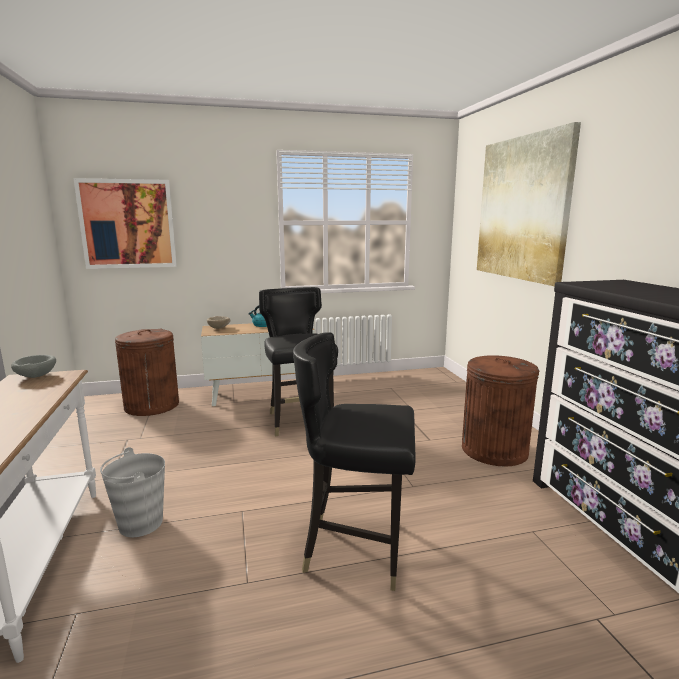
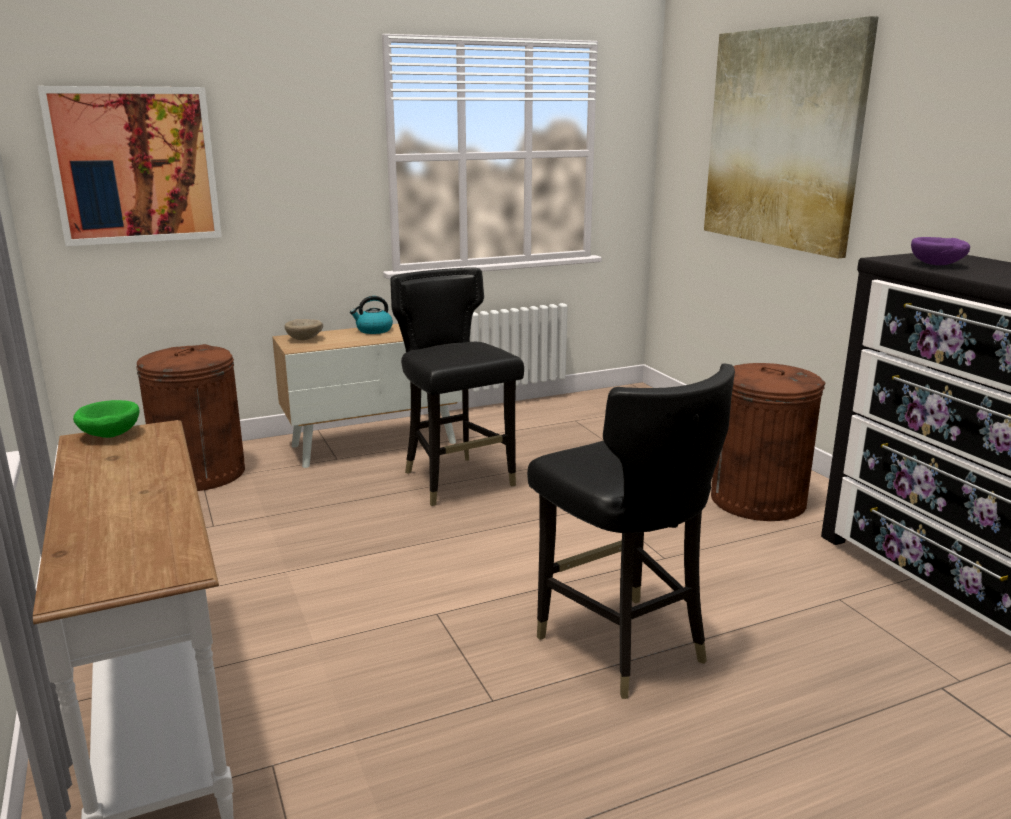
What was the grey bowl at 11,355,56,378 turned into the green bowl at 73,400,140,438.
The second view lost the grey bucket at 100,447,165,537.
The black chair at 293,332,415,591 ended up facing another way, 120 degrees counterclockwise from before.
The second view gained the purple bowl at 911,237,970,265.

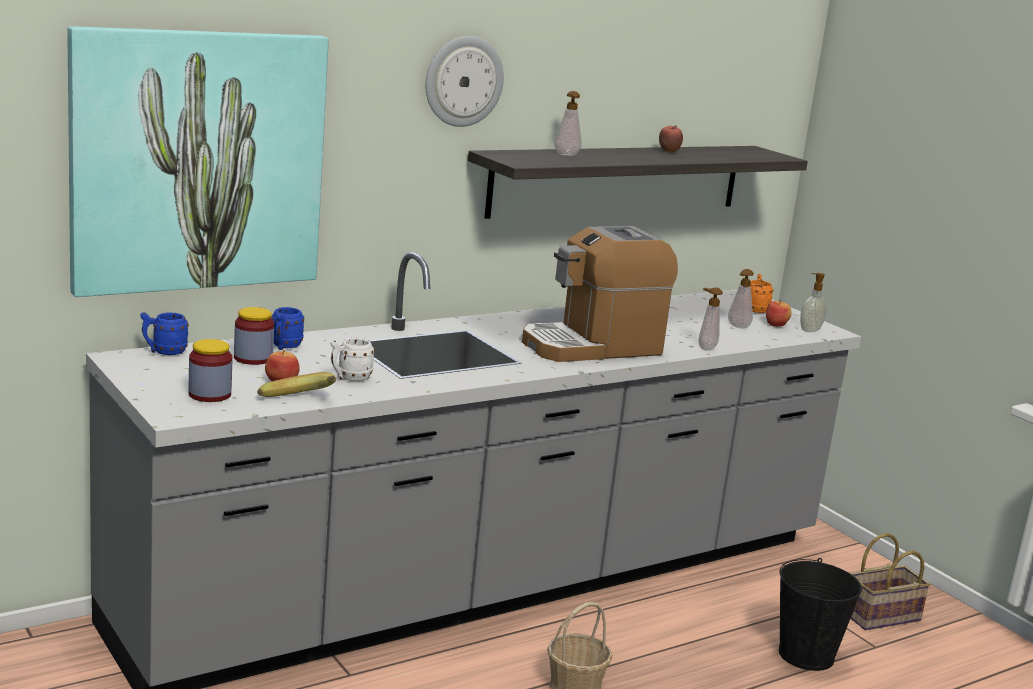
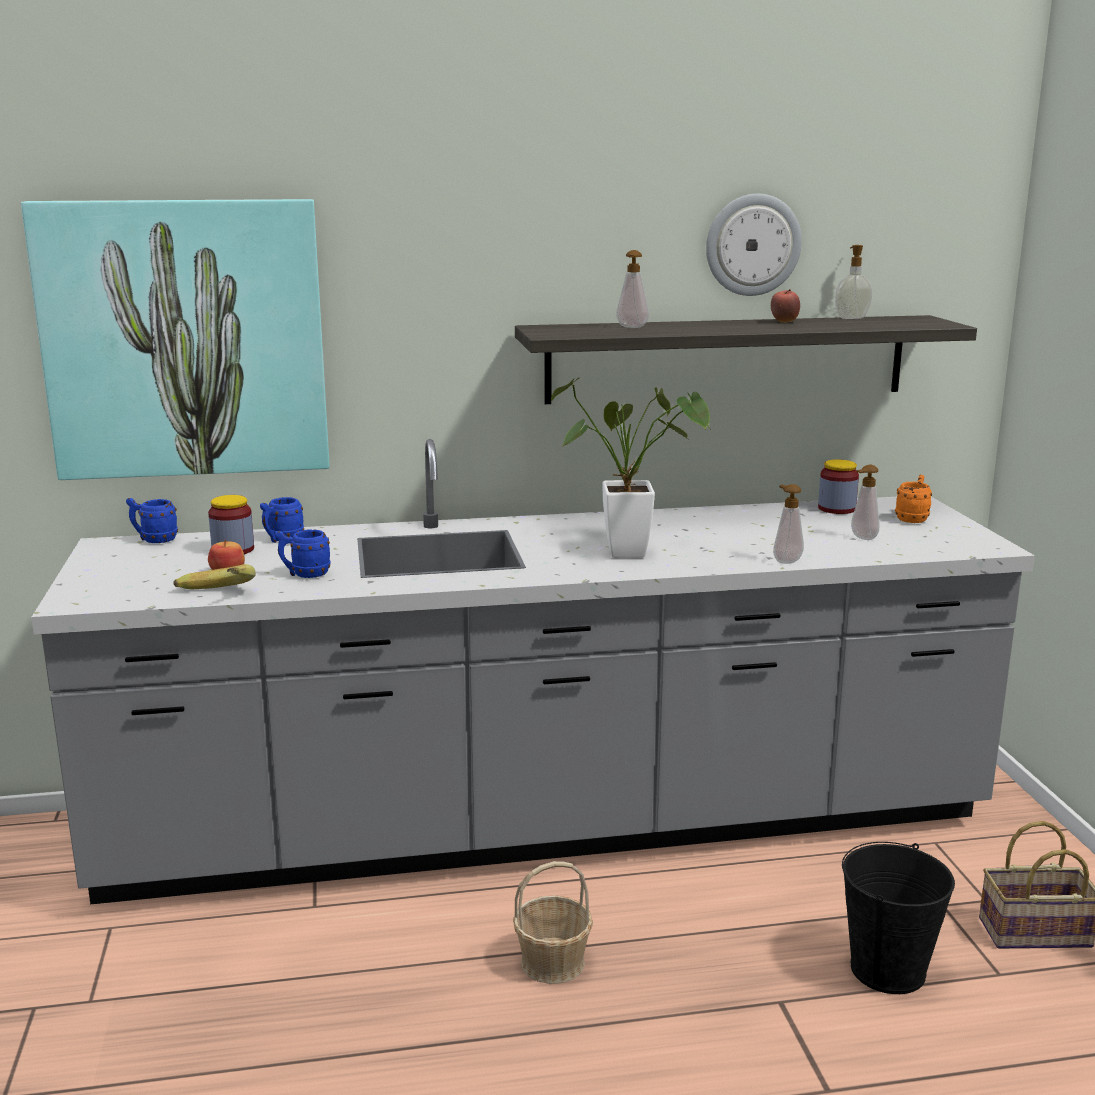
The jar ended up elsewhere, having gone from 188,339,232,402 to 818,459,859,514.
What was the white mug at 331,338,375,381 turned into the blue mug at 275,530,331,578.
The wall clock ended up elsewhere, having gone from 426,36,504,127 to 706,194,802,296.
Where the coffee machine stood at 522,226,678,362, the potted plant came to stand at 551,378,711,558.
The second view lost the apple at 766,300,792,327.
The soap dispenser ended up elsewhere, having gone from 800,273,827,332 to 835,245,872,319.

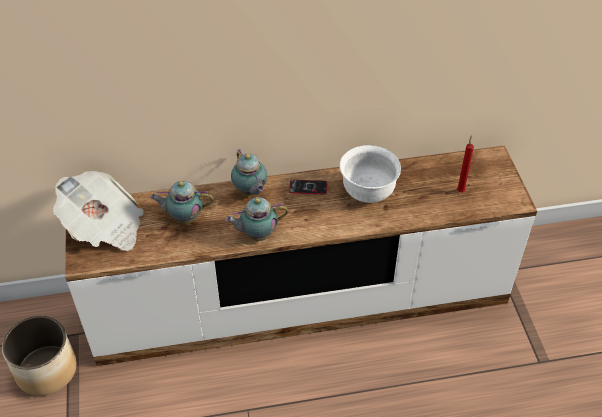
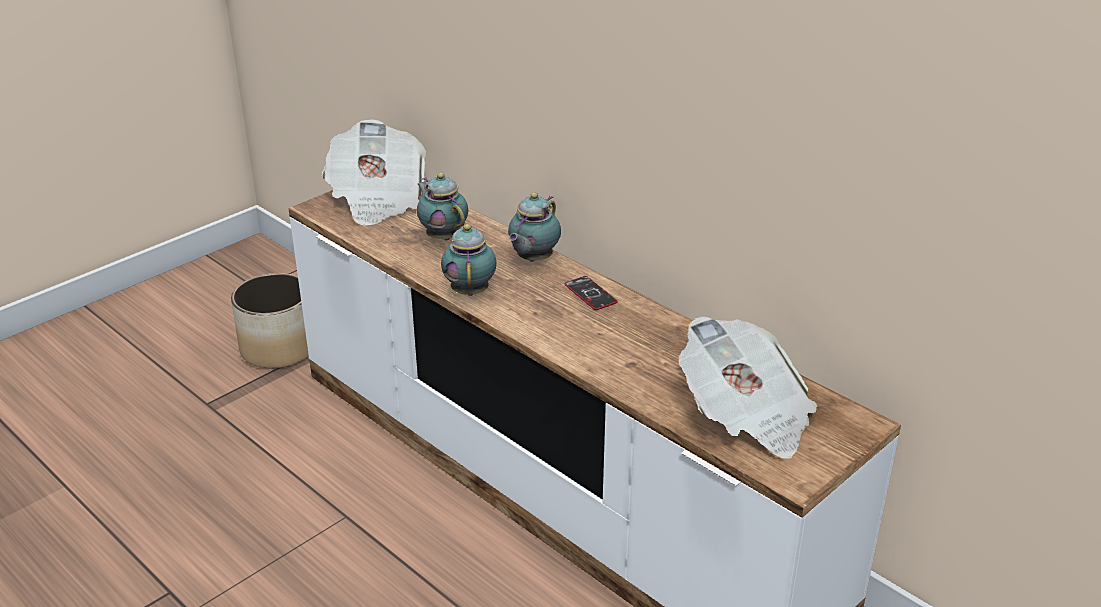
The teapot at 225,197,288,241 ended up facing another way, 45 degrees clockwise from before.
The second view lost the white bowl at 339,145,401,203.
Where the red candle stood at 457,135,474,193, the newspaper came to stand at 678,316,817,459.

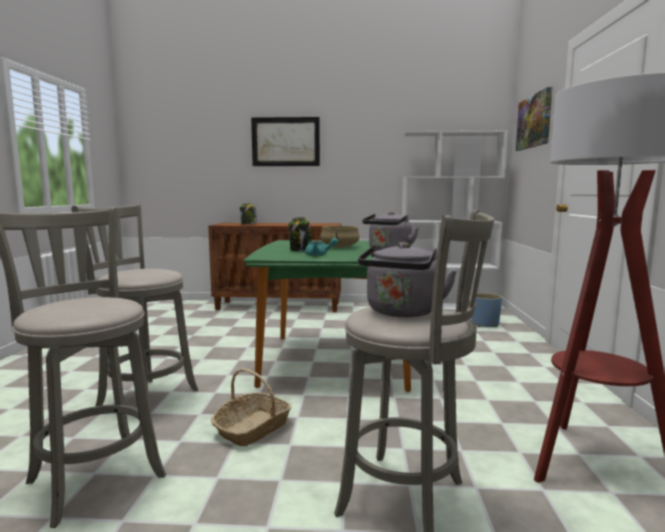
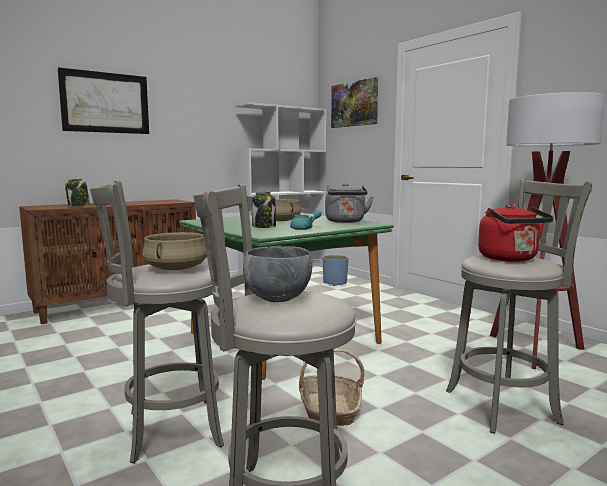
What was the grey kettle at 358,242,457,317 turned into the red kettle at 478,204,554,262.
The second view gained the beige cooking pot at 142,232,207,270.
The second view gained the grey bowl at 243,246,313,302.

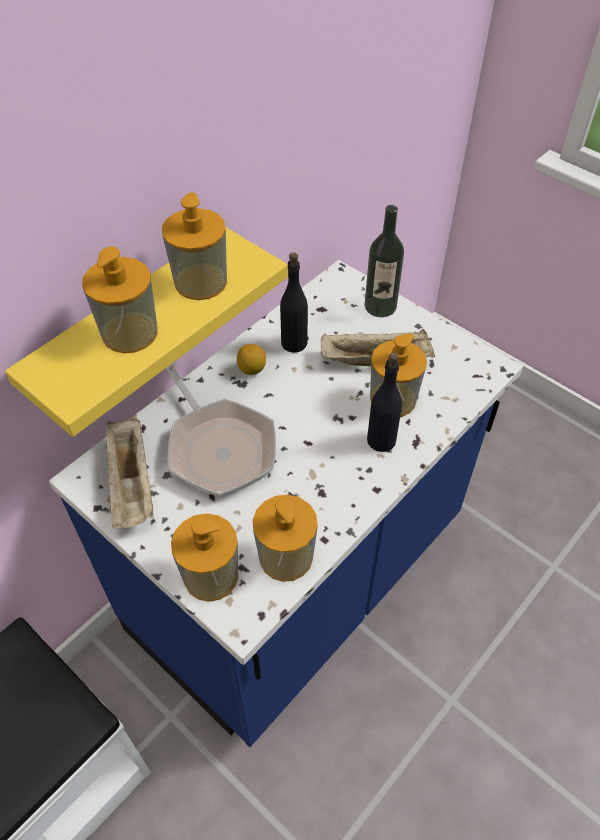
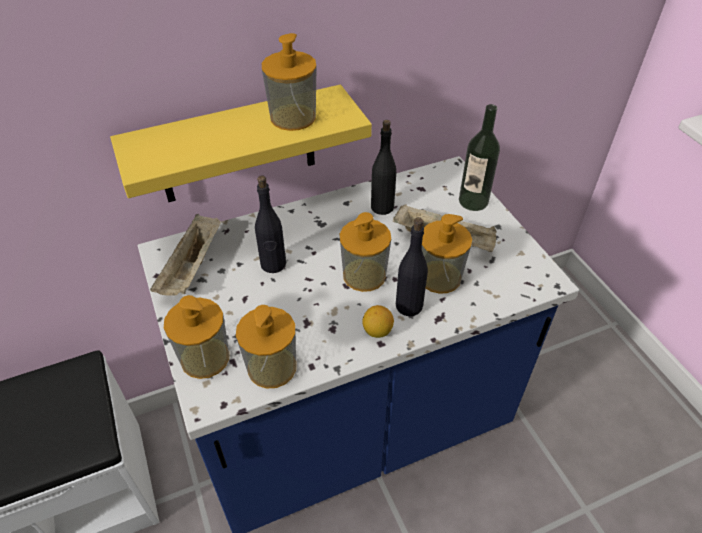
The soap dispenser ended up elsewhere, having gone from 82,246,158,353 to 340,212,391,292.
Where the frying pan stood at 166,365,276,498, the black bottle came to stand at 255,175,286,273.
The lemon ended up elsewhere, having gone from 237,344,266,375 to 362,305,394,338.

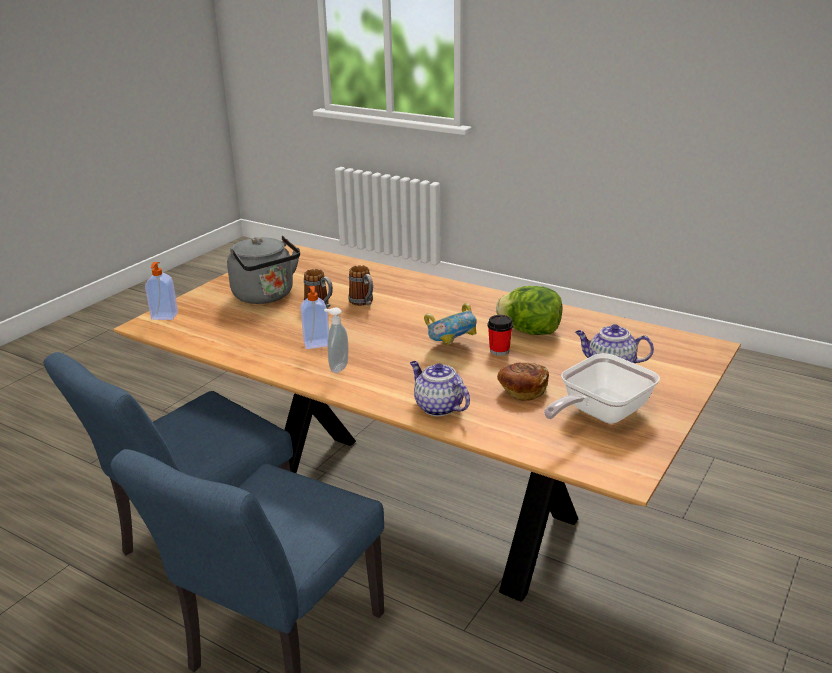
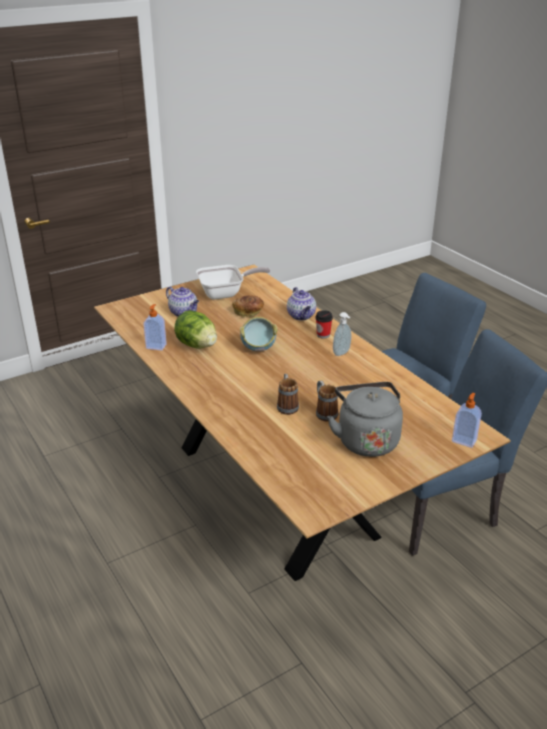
The soap dispenser ended up elsewhere, having gone from 300,286,329,349 to 143,304,167,351.
The cup ended up elsewhere, having gone from 488,315,513,356 to 315,310,333,339.

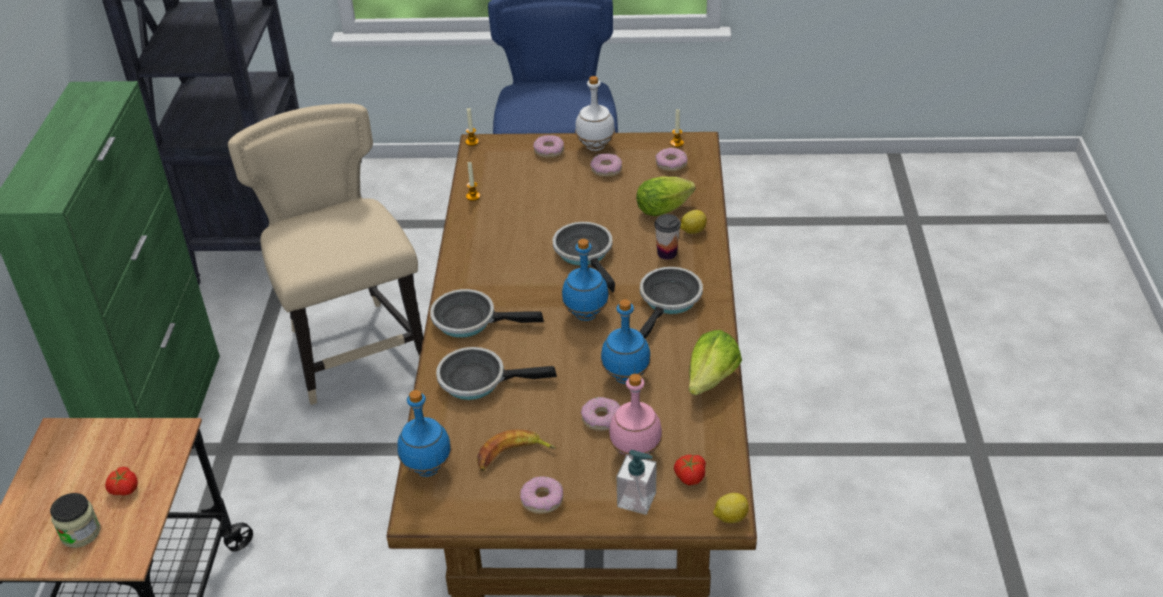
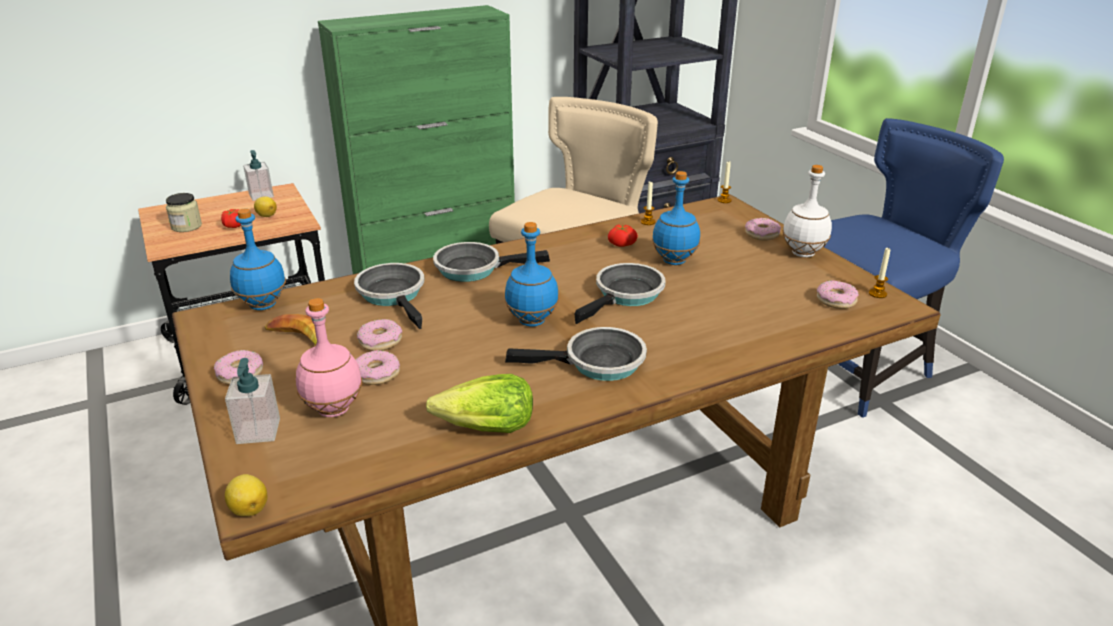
The frying pan at 430,289,544,338 ended up facing another way, 75 degrees counterclockwise from before.
The donut ended up elsewhere, having gone from 590,153,622,177 to 357,319,402,351.
The blue bottle ended up elsewhere, having gone from 601,299,651,384 to 652,171,700,265.
The second view lost the lettuce at 636,176,695,216.
The second view lost the cup at 654,214,681,260.
The tomato ended up elsewhere, having gone from 674,455,706,485 to 608,224,638,247.
The lemon ended up elsewhere, having gone from 680,210,707,234 to 254,196,277,217.
The second view gained the soap dispenser at 243,150,274,201.

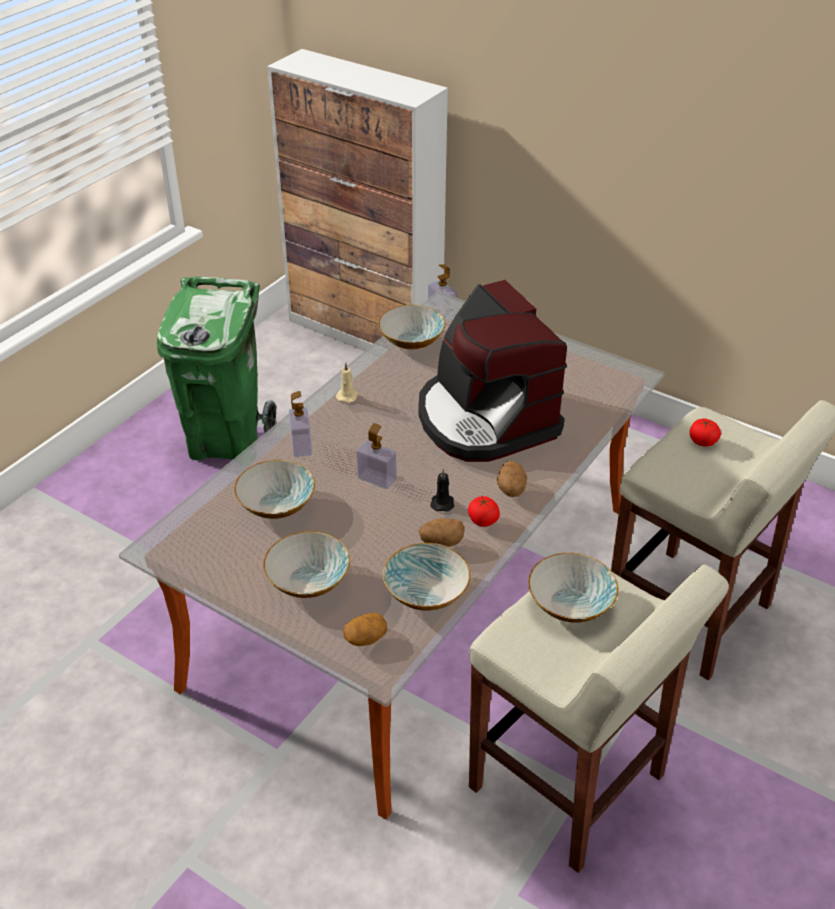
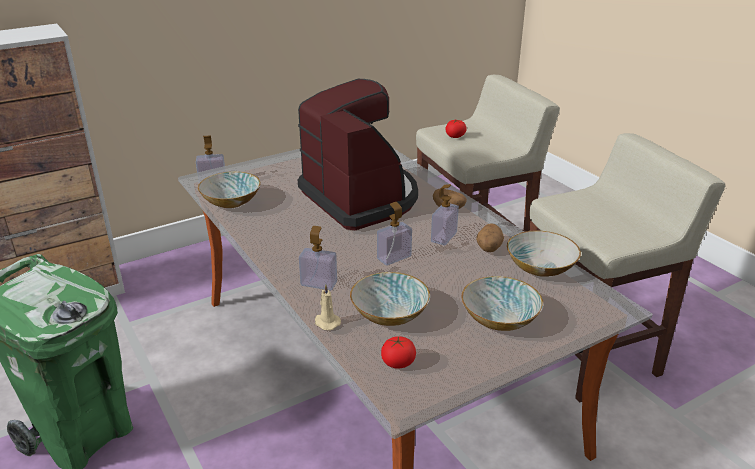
The beige candle ended up elsewhere, having gone from 336,363,358,403 to 315,284,341,330.
The second view lost the potato at 343,612,387,646.
The coffee machine at 418,280,567,462 ended up facing another way, 120 degrees counterclockwise from before.
Where the black candle stood at 430,468,454,511, the soap dispenser came to stand at 431,184,459,245.
The tomato ended up elsewhere, having gone from 468,496,500,527 to 381,336,416,369.
The second view lost the bowl at 528,553,619,623.

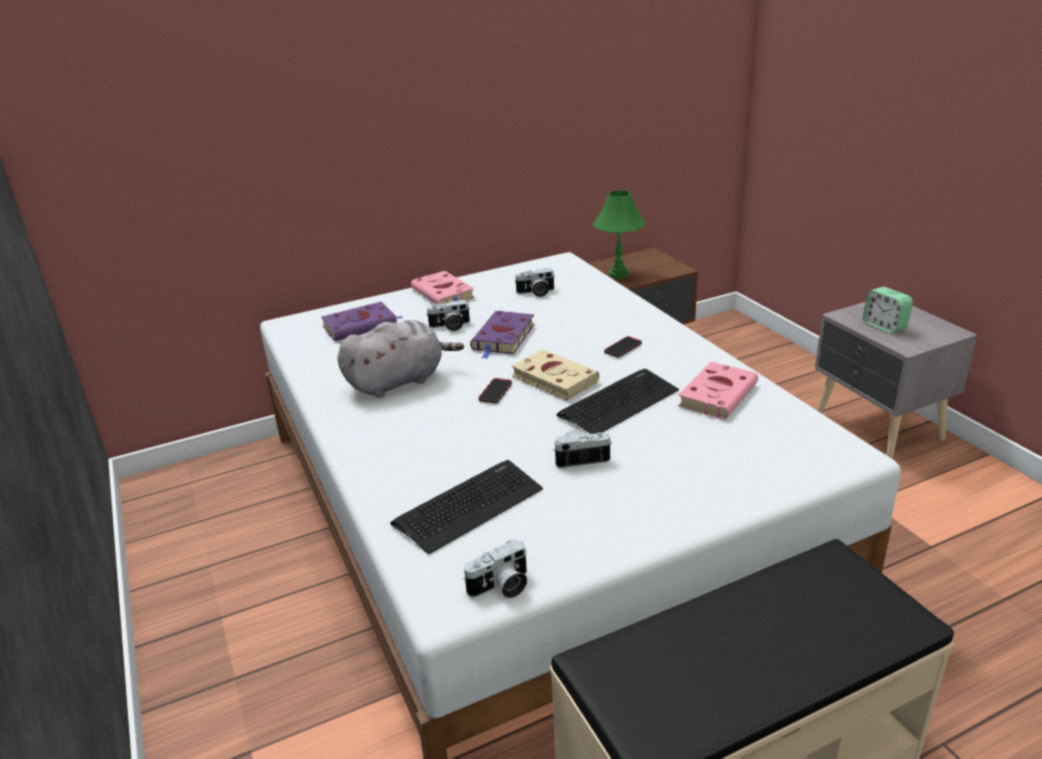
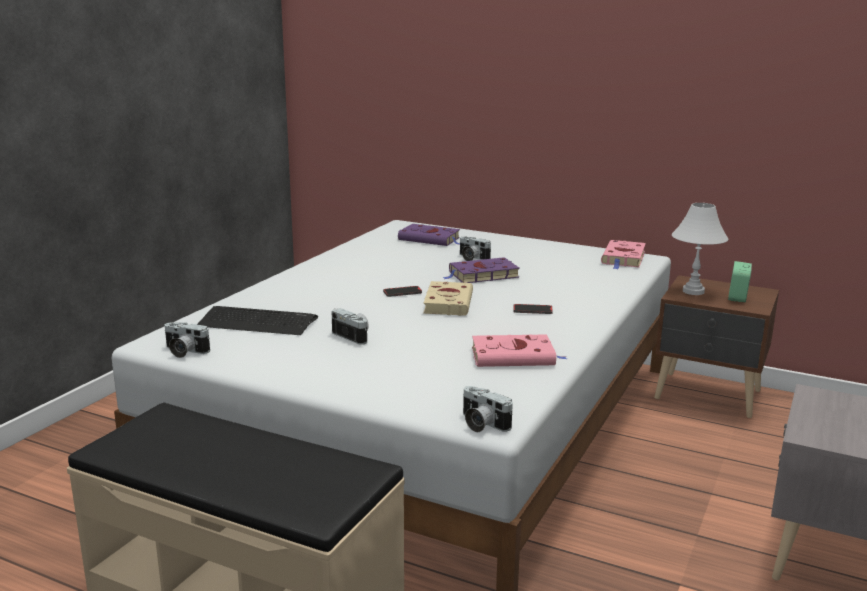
The second view lost the grey plush toy at 337,320,464,398.
The pink book ended up elsewhere, having gone from 411,271,475,304 to 601,240,646,269.
The photo camera ended up elsewhere, having gone from 514,268,554,297 to 463,386,513,432.
The second view lost the keyboard at 556,369,679,434.
What was the green table lamp at 593,190,645,279 turned into the white table lamp at 672,203,728,295.
The alarm clock ended up elsewhere, having gone from 863,287,913,333 to 728,261,752,302.

